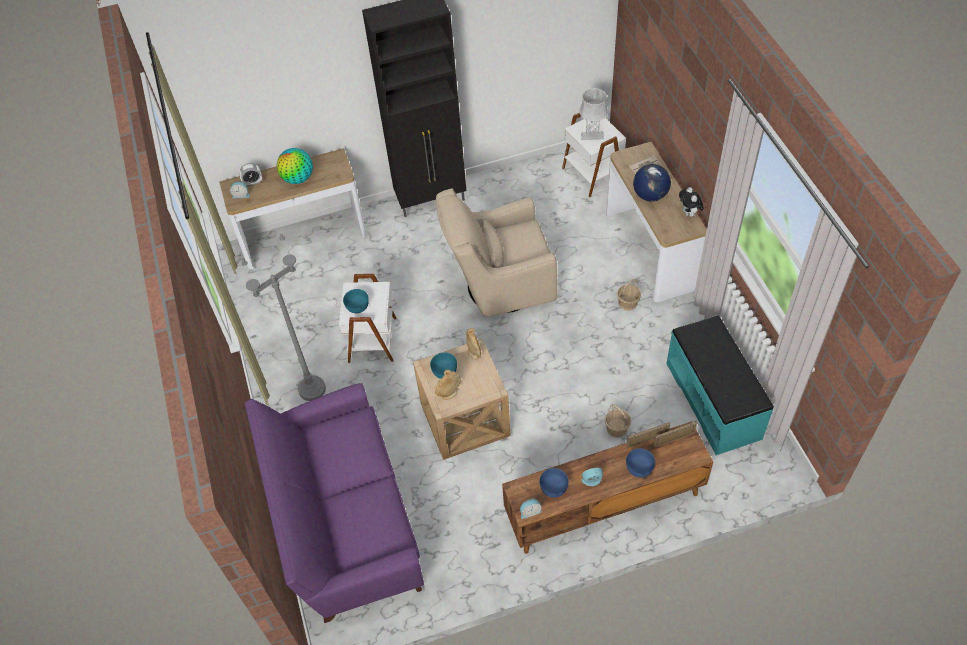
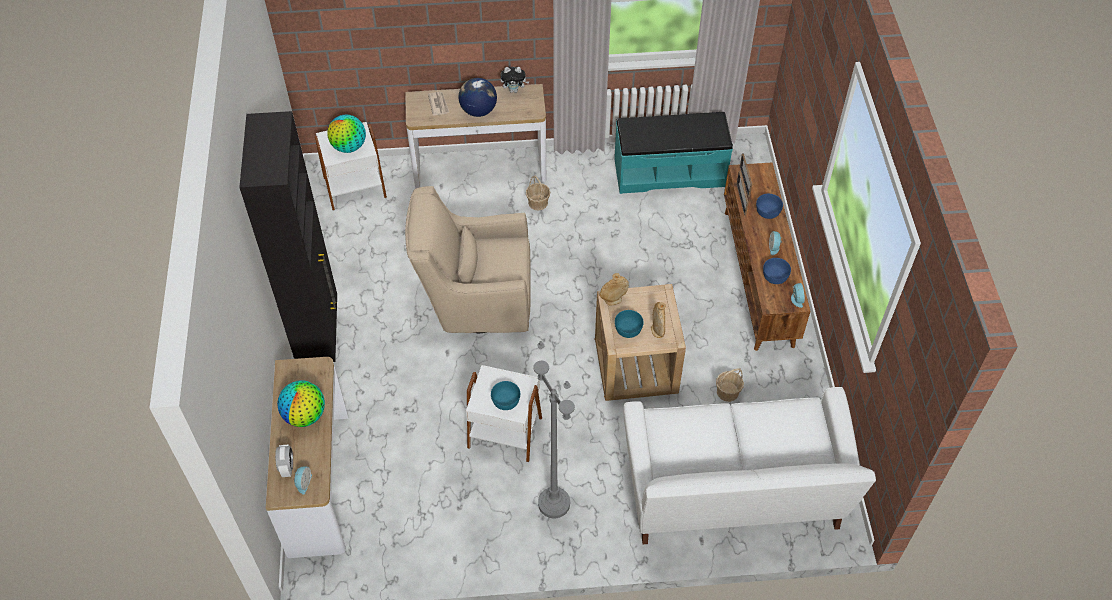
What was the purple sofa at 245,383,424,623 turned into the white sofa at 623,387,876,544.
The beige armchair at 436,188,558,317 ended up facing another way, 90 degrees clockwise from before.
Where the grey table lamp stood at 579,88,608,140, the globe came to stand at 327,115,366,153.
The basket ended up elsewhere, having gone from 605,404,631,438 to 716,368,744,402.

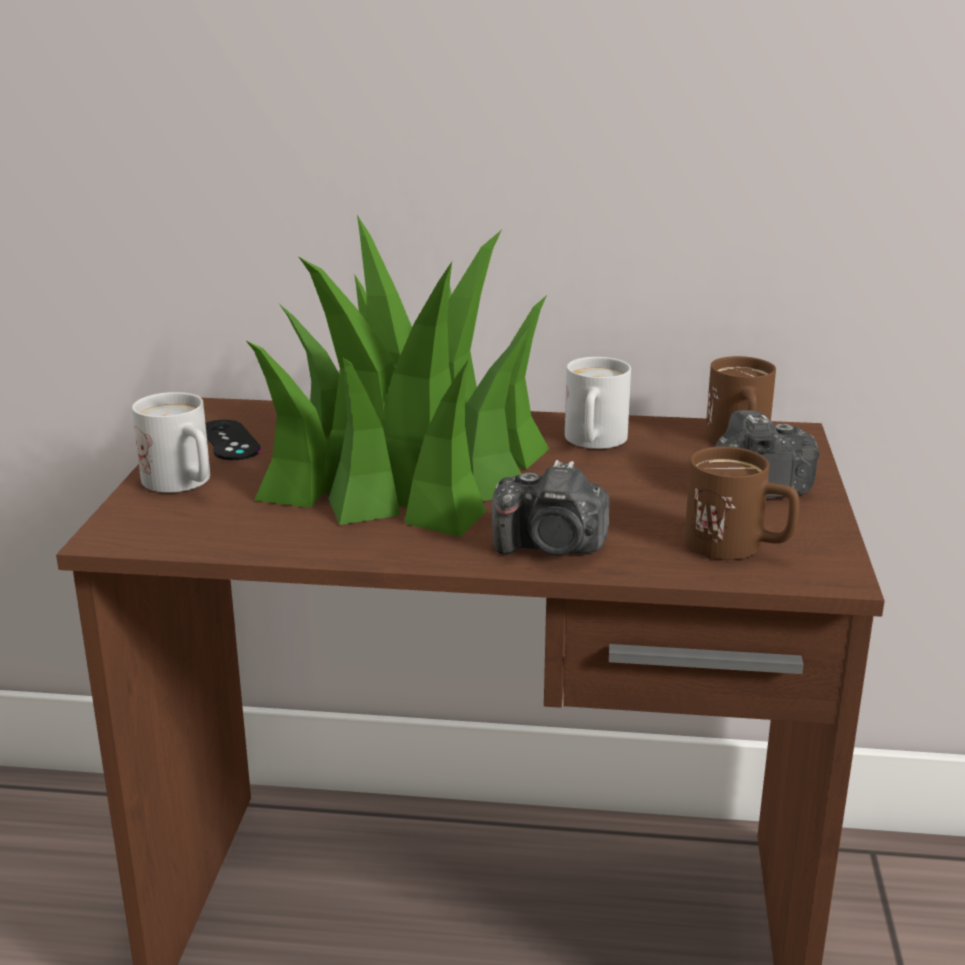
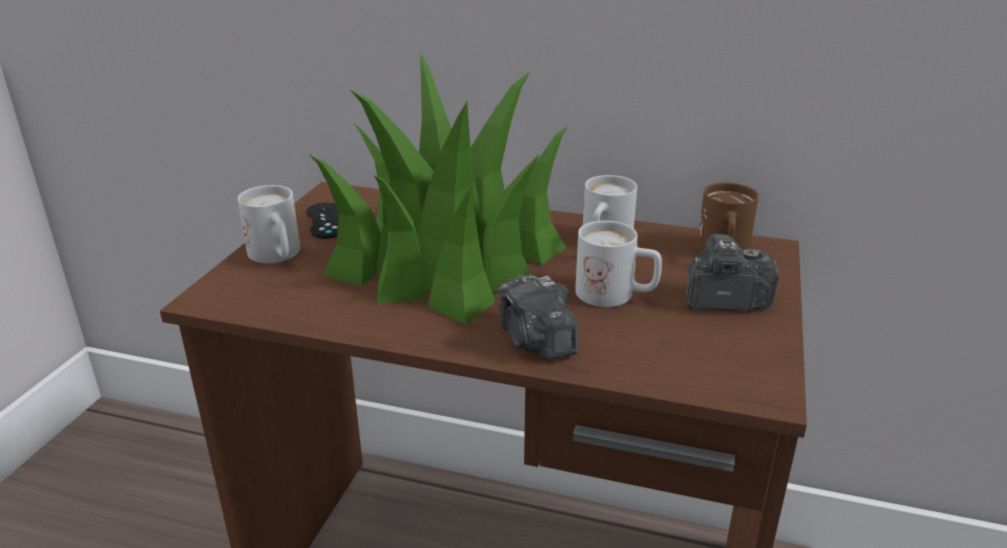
The photo camera at 492,460,609,555 ended up facing another way, 45 degrees clockwise from before.
The second view lost the brown mug at 685,446,799,560.
The second view gained the white mug at 575,221,662,307.

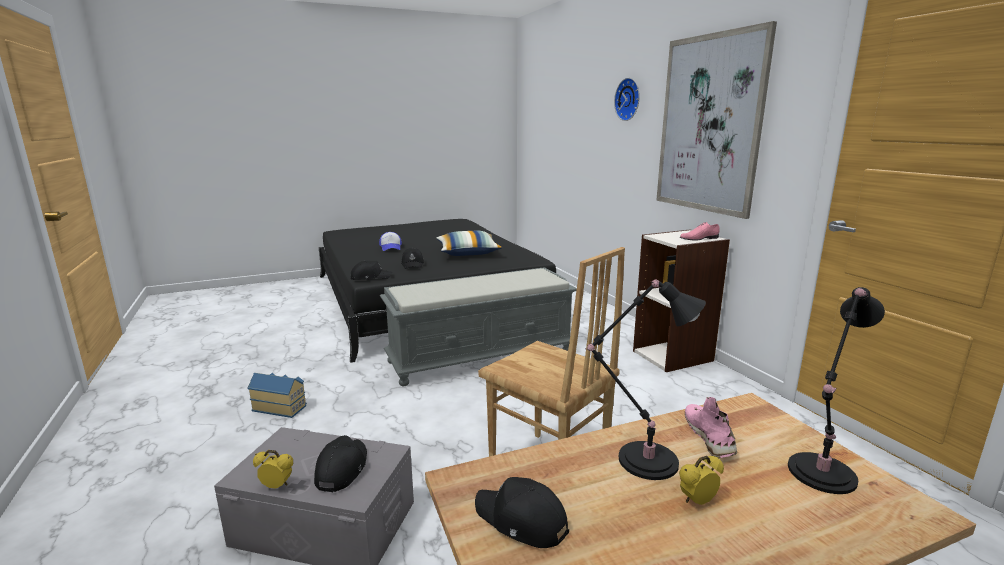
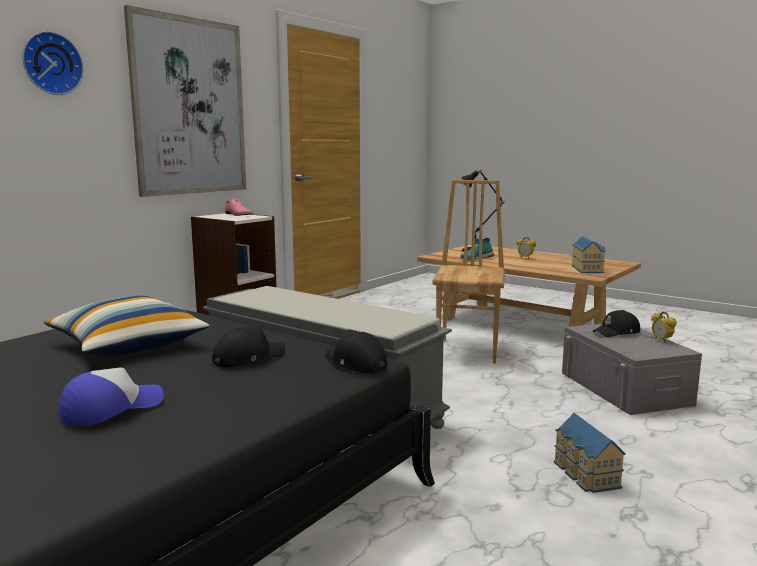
Where the black cap stood at 475,477,569,548, the toy house came to stand at 571,236,606,273.
The second view lost the black table lamp at 585,279,706,480.
What was the pink shoe at 685,397,737,458 turned into the turquoise shoe at 460,238,495,260.

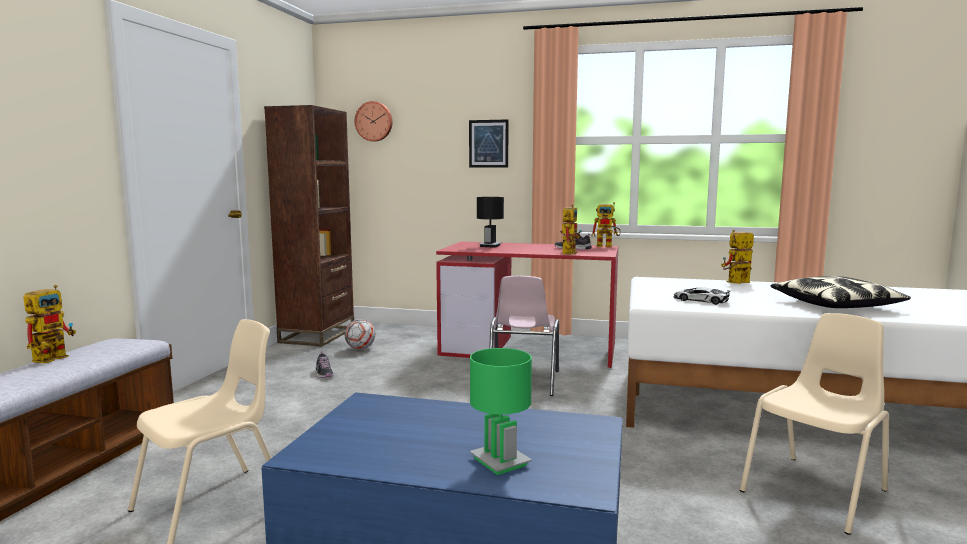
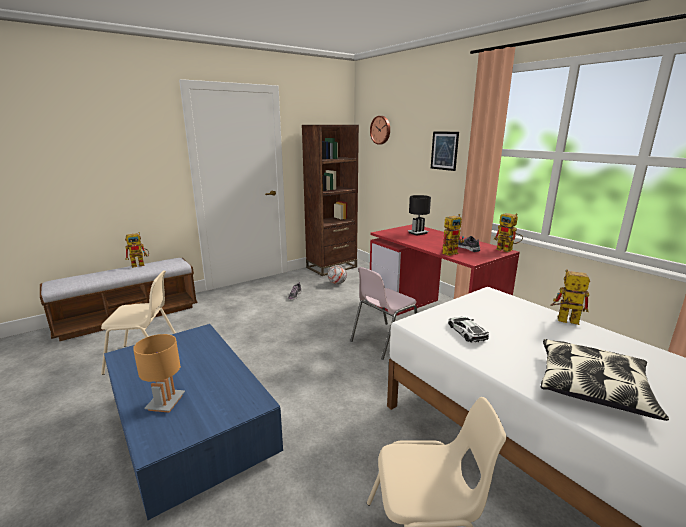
What was the green table lamp at 470,348,532,475 turned into the brown table lamp at 133,334,185,413.

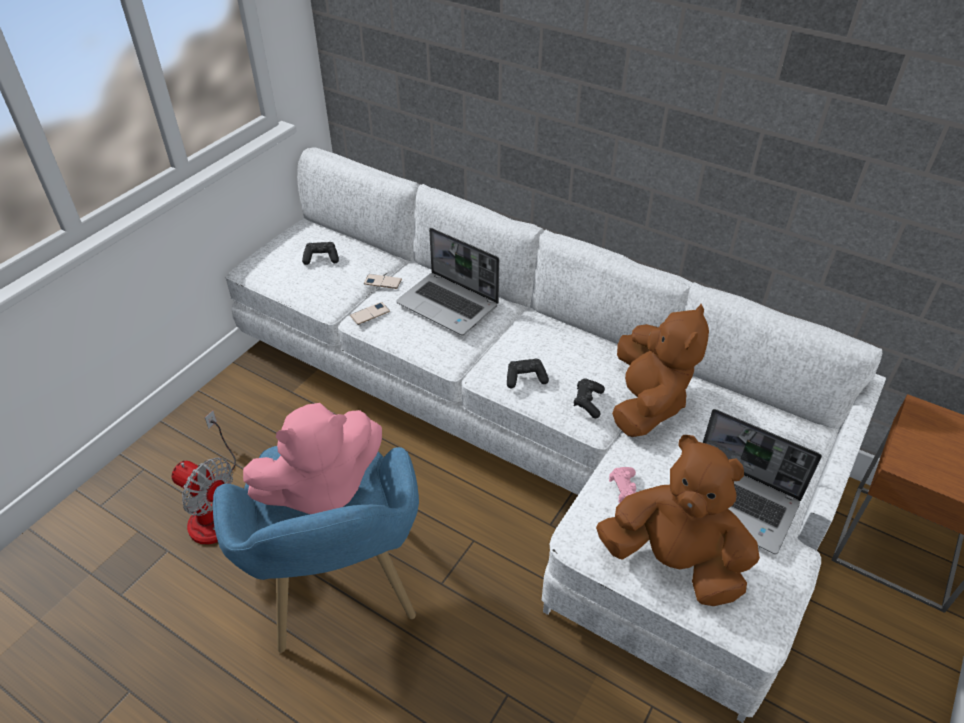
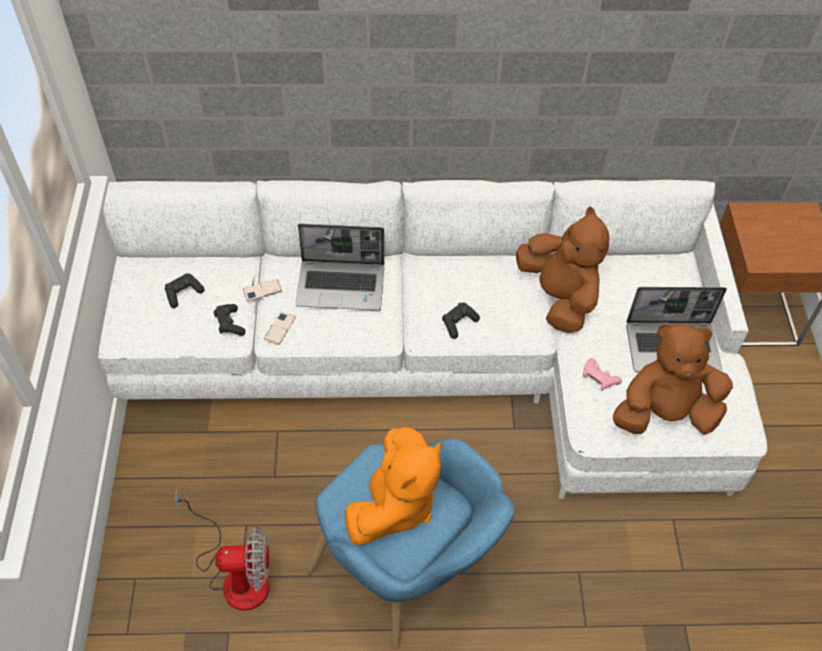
What was the pink plush toy at 243,403,382,514 turned into the orange plush toy at 345,427,441,545.
The black game controller ended up elsewhere, having gone from 574,379,605,418 to 214,304,246,336.

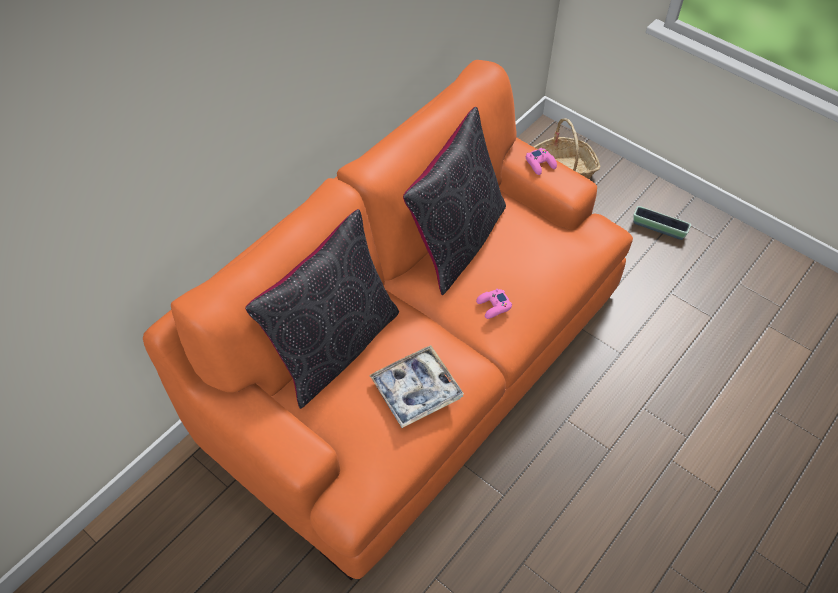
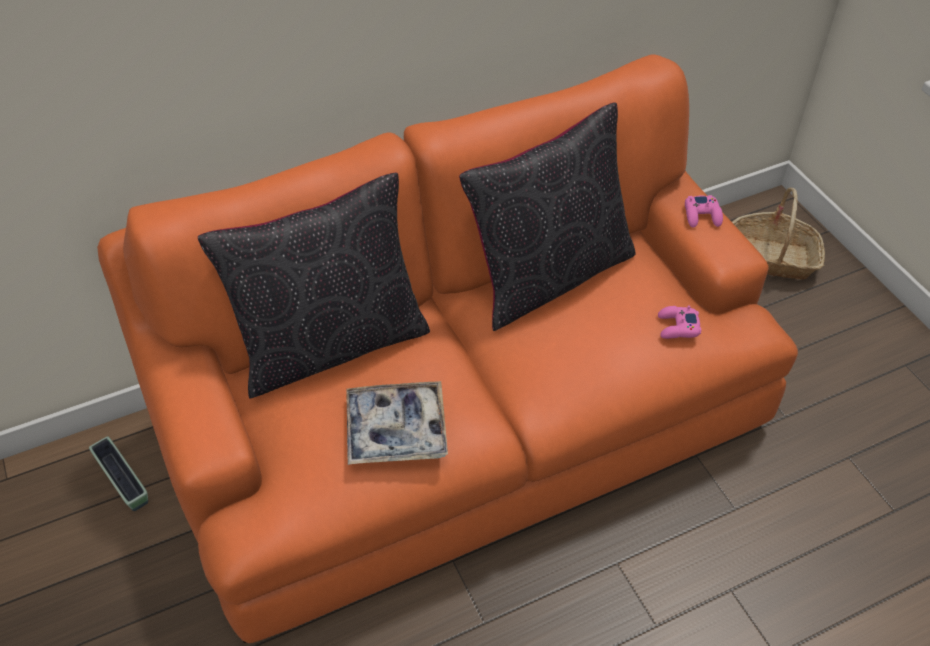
The pink game controller ended up elsewhere, having gone from 476,289,512,319 to 658,305,702,339.
The planter ended up elsewhere, having gone from 633,206,691,240 to 89,436,148,511.

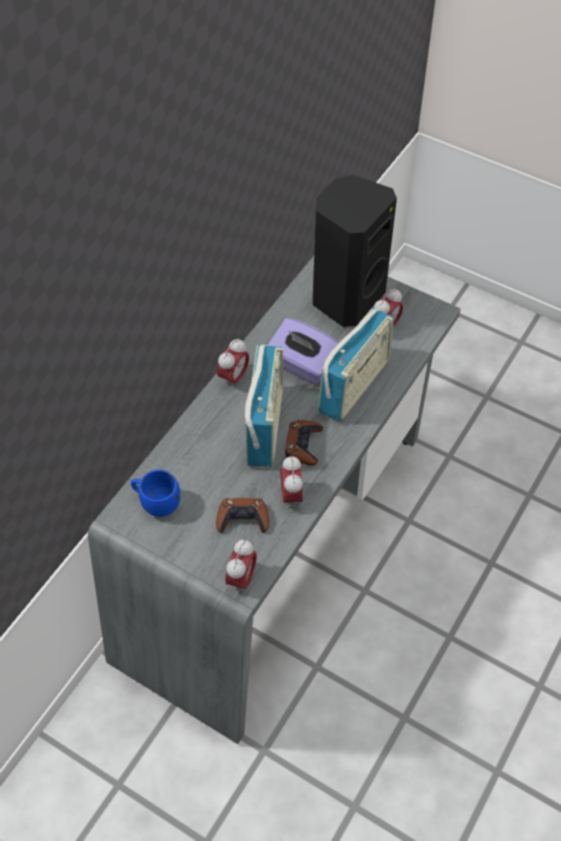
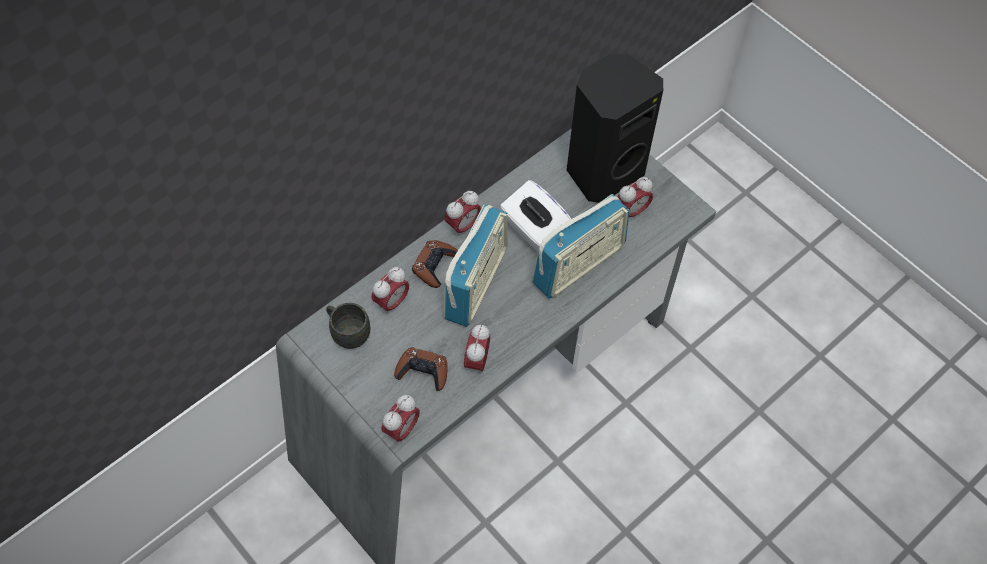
What was the blue mug at 131,469,180,517 turned into the grey mug at 326,303,370,349.
What was the purple tissue box at 267,318,339,385 turned into the white tissue box at 500,180,571,253.
The brown game controller ended up elsewhere, having gone from 285,420,323,466 to 412,240,458,288.
The second view gained the alarm clock at 371,267,409,315.

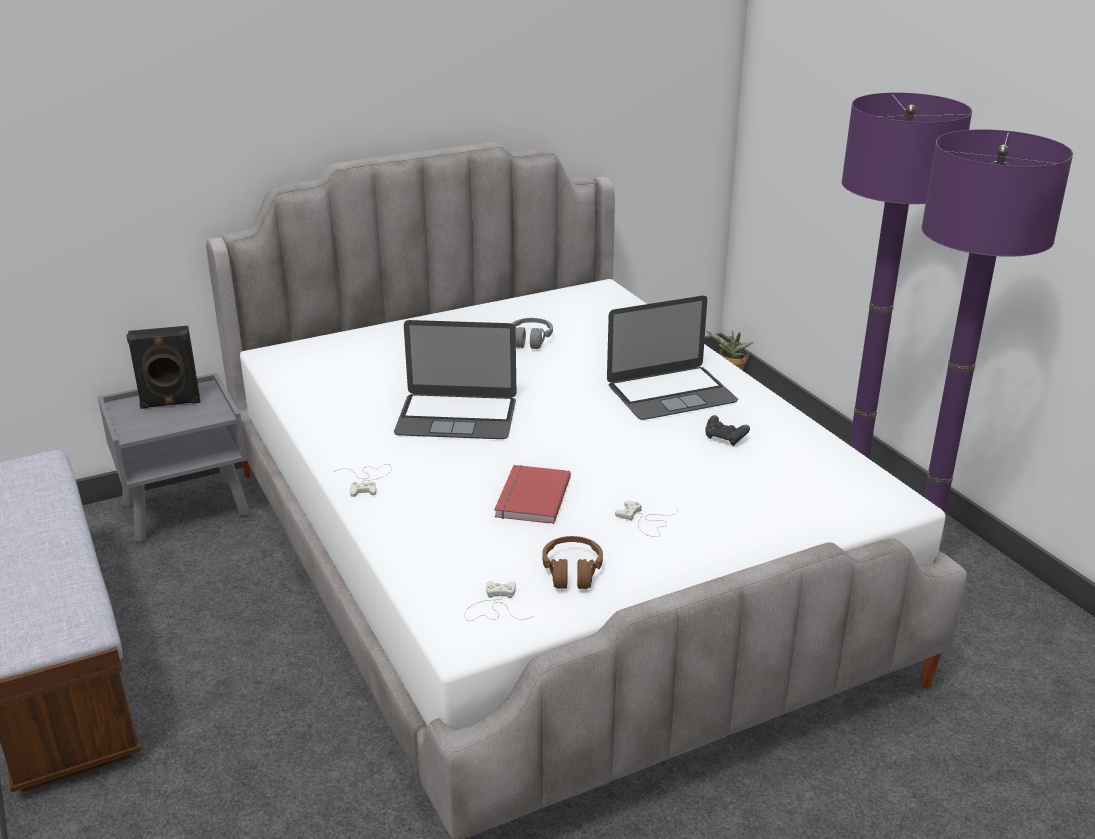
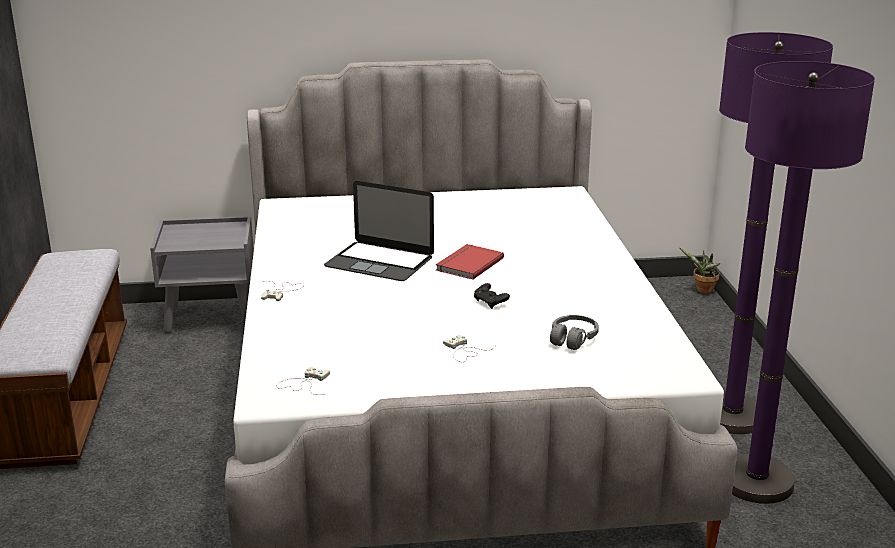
The second view lost the black speaker at 127,326,200,409.
The red book ended up elsewhere, having gone from 494,465,571,524 to 436,244,504,280.
The grey headphones ended up elsewhere, having gone from 511,318,553,349 to 550,315,599,350.
The second view lost the brown headphones at 542,536,603,589.
The second view lost the laptop at 607,296,738,420.
The black game controller ended up elsewhere, having gone from 705,415,750,446 to 474,283,510,309.

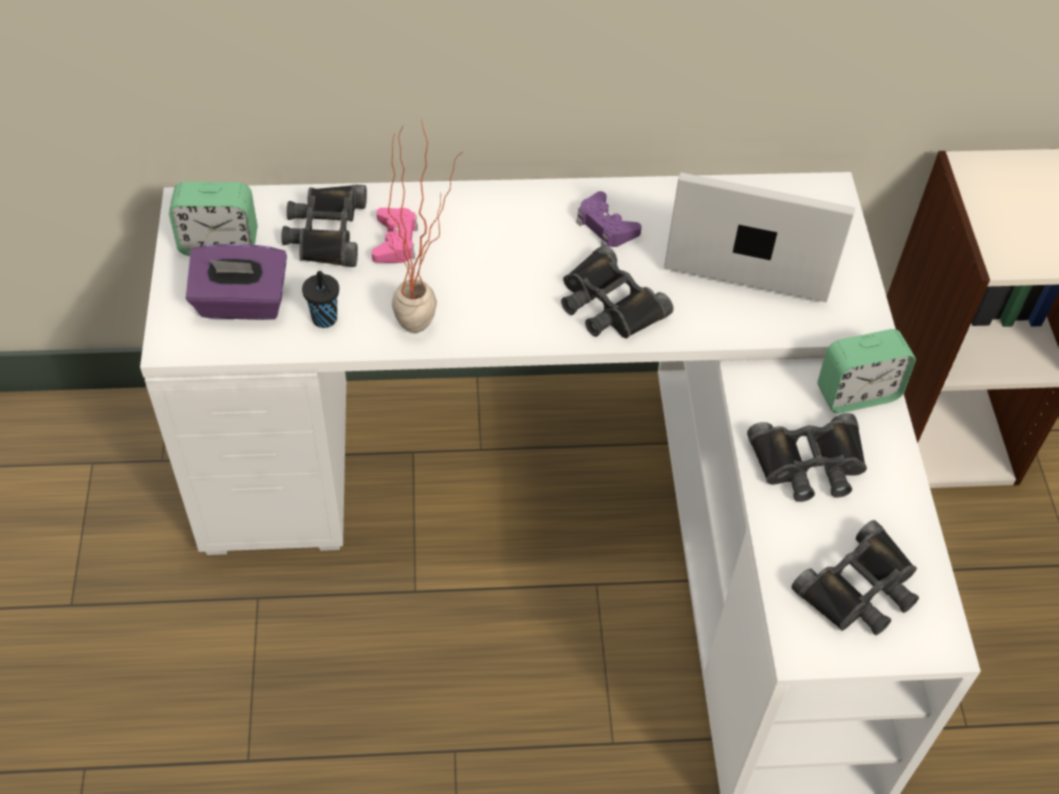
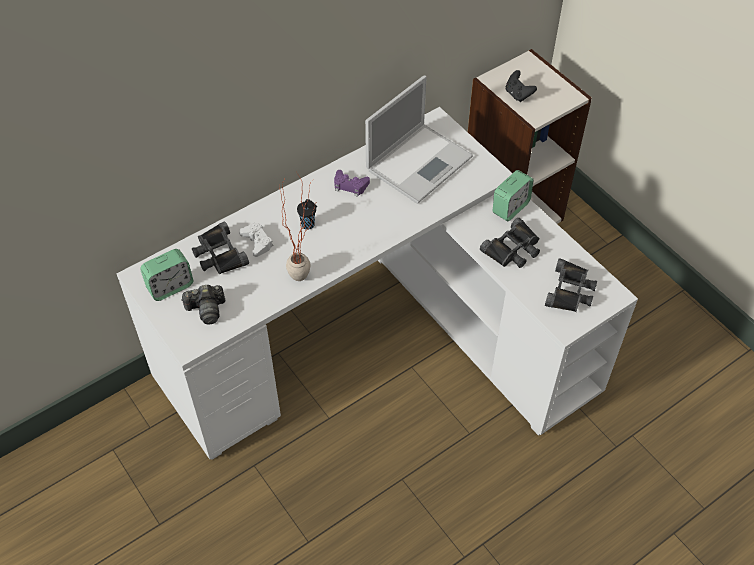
Where the purple tissue box stood at 186,244,287,320, the photo camera came to stand at 181,285,226,325.
The black cup ended up elsewhere, having gone from 302,271,339,328 to 297,199,317,230.
What was the pink game controller at 372,208,418,263 turned into the white game controller at 239,223,273,257.
The second view lost the black binoculars at 561,245,673,338.
The laptop at 664,172,855,302 ended up facing another way, 150 degrees clockwise from before.
The second view gained the black game controller at 506,70,537,102.

